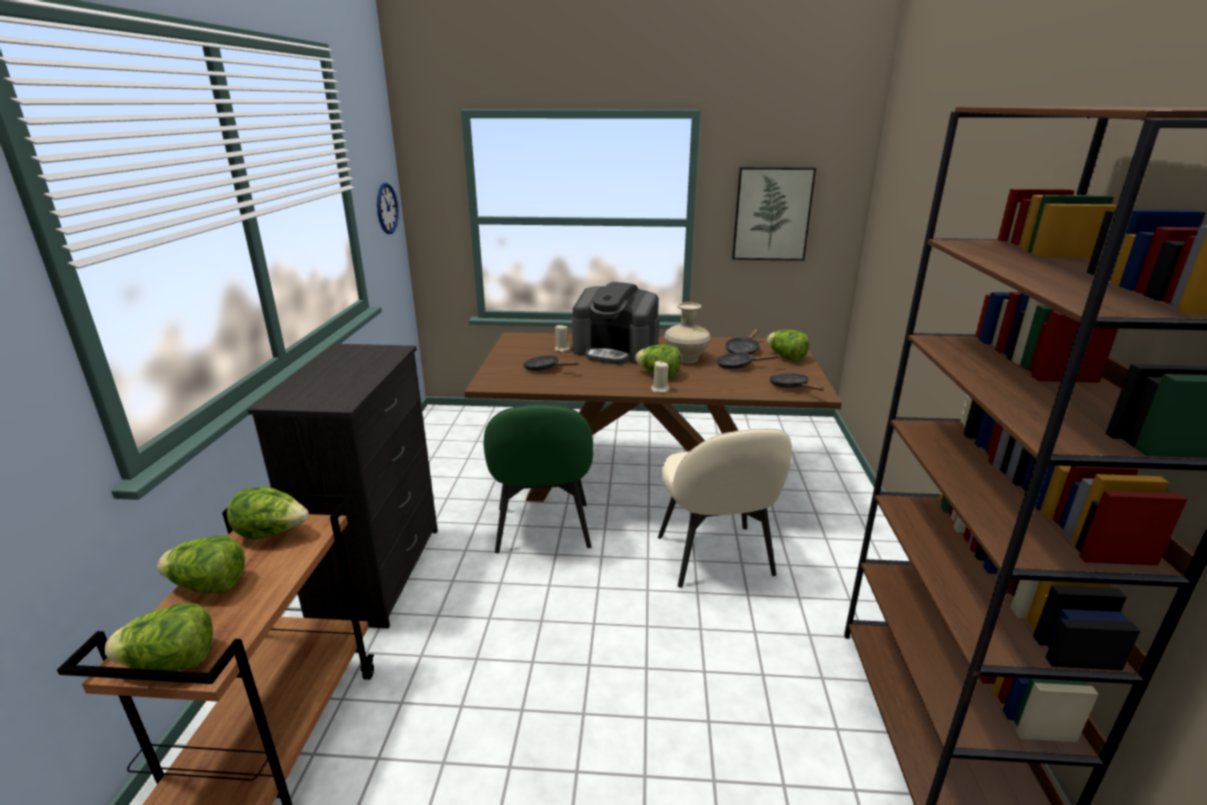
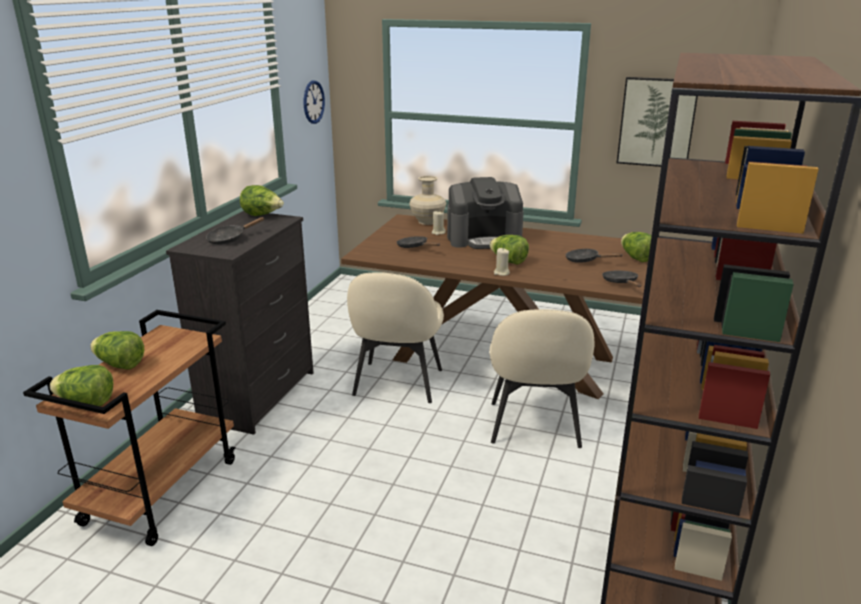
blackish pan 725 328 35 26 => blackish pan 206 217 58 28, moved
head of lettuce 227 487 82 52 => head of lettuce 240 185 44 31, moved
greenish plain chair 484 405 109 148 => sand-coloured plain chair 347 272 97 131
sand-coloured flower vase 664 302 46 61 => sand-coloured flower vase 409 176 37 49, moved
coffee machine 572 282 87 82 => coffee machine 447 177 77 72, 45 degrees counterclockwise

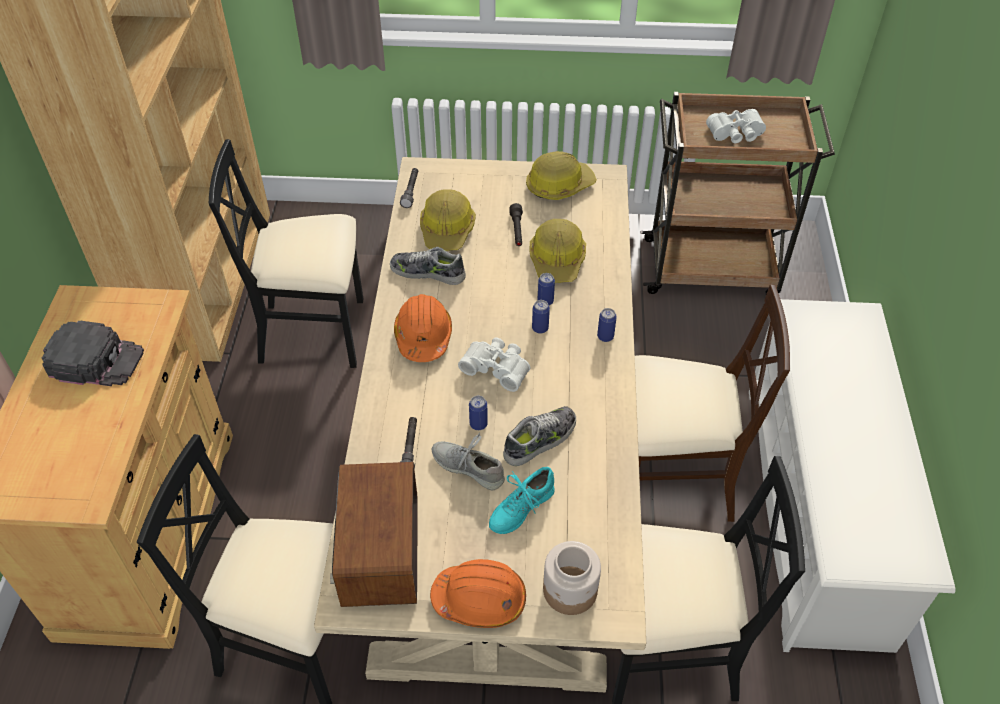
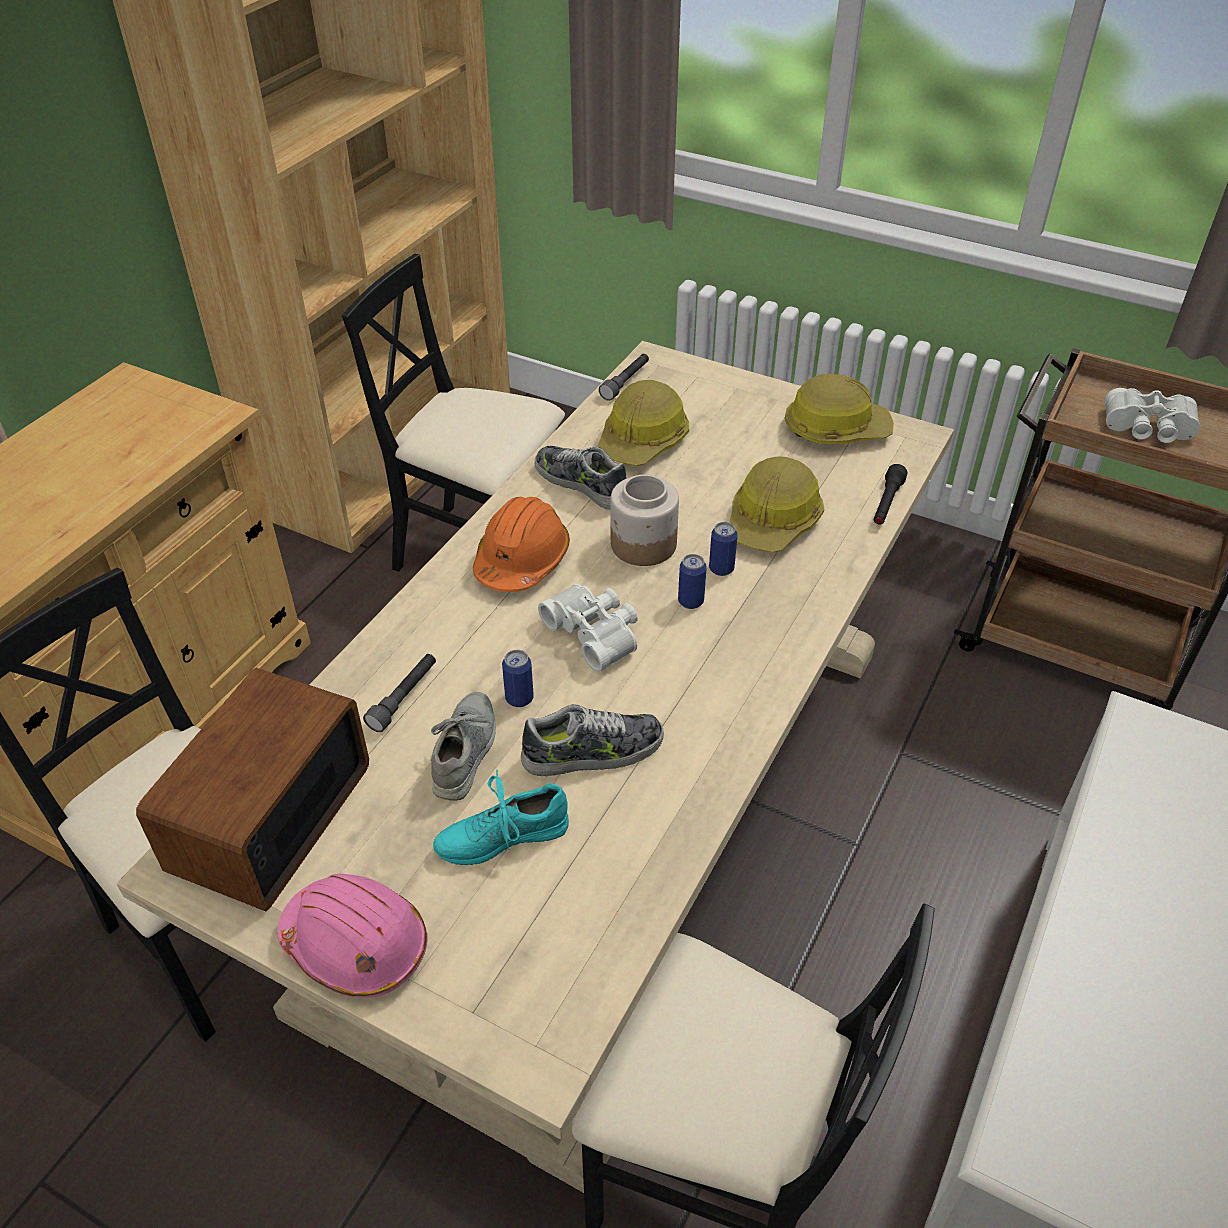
orange safety helmet 430 559 96 69 => pink safety helmet 277 874 150 124
grey shoe 432 433 73 58 => grey shoe 431 692 65 109, 45 degrees clockwise
storage jar 543 541 58 74 => storage jar 611 474 68 92, moved
blackish torch 509 203 14 43 => blackish torch 874 464 33 61, moved
blackish peaked cap 42 321 102 66 => nothing
can 597 308 20 34 => nothing
sand-coloured plain chair 635 285 155 237 => nothing

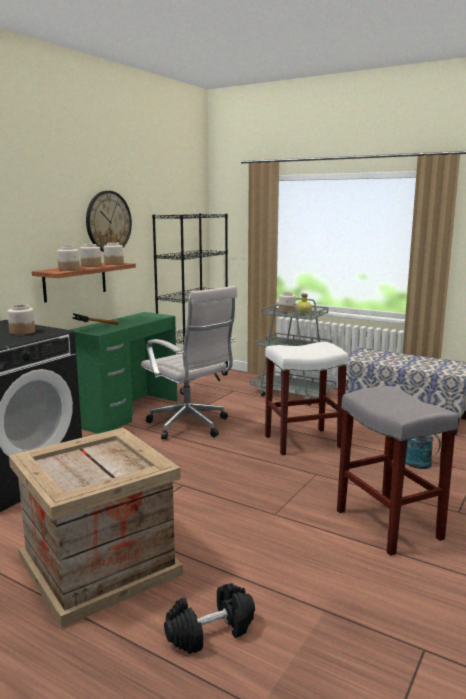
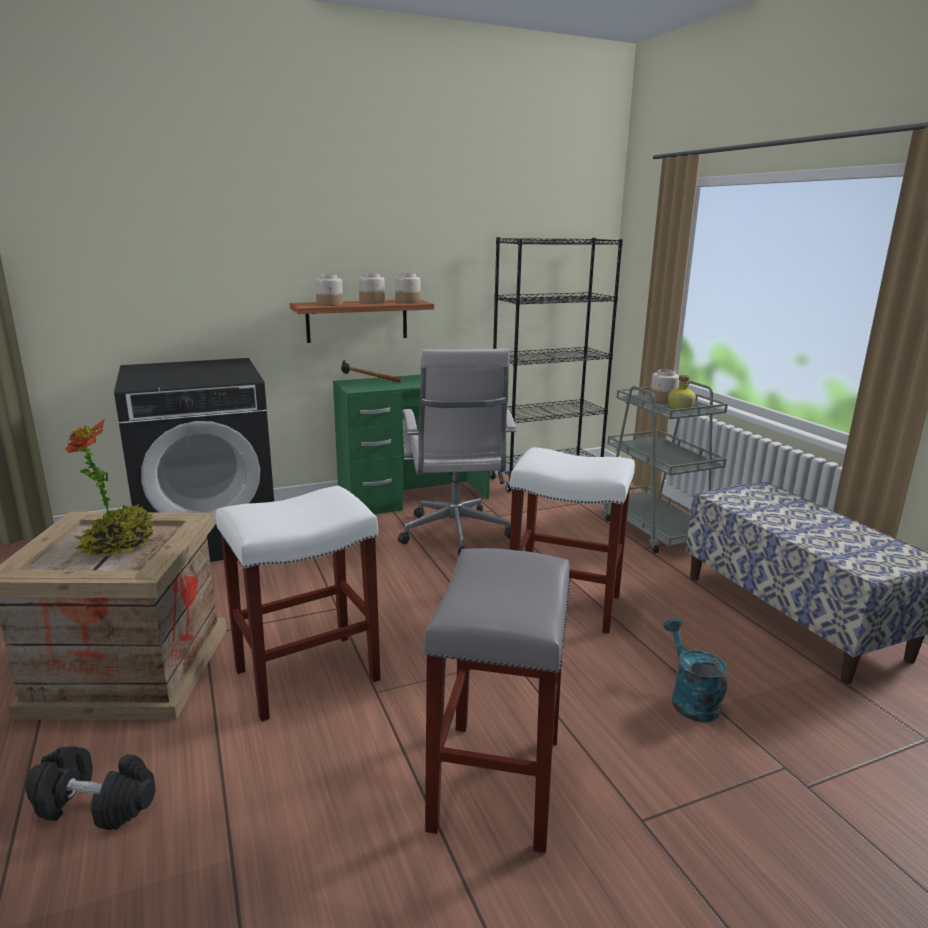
nothing => potted plant 65 419 89 138
nothing => whitish stool seat 216 486 165 236
storage jar 7 305 28 30 => nothing
wall clock 86 191 46 61 => nothing

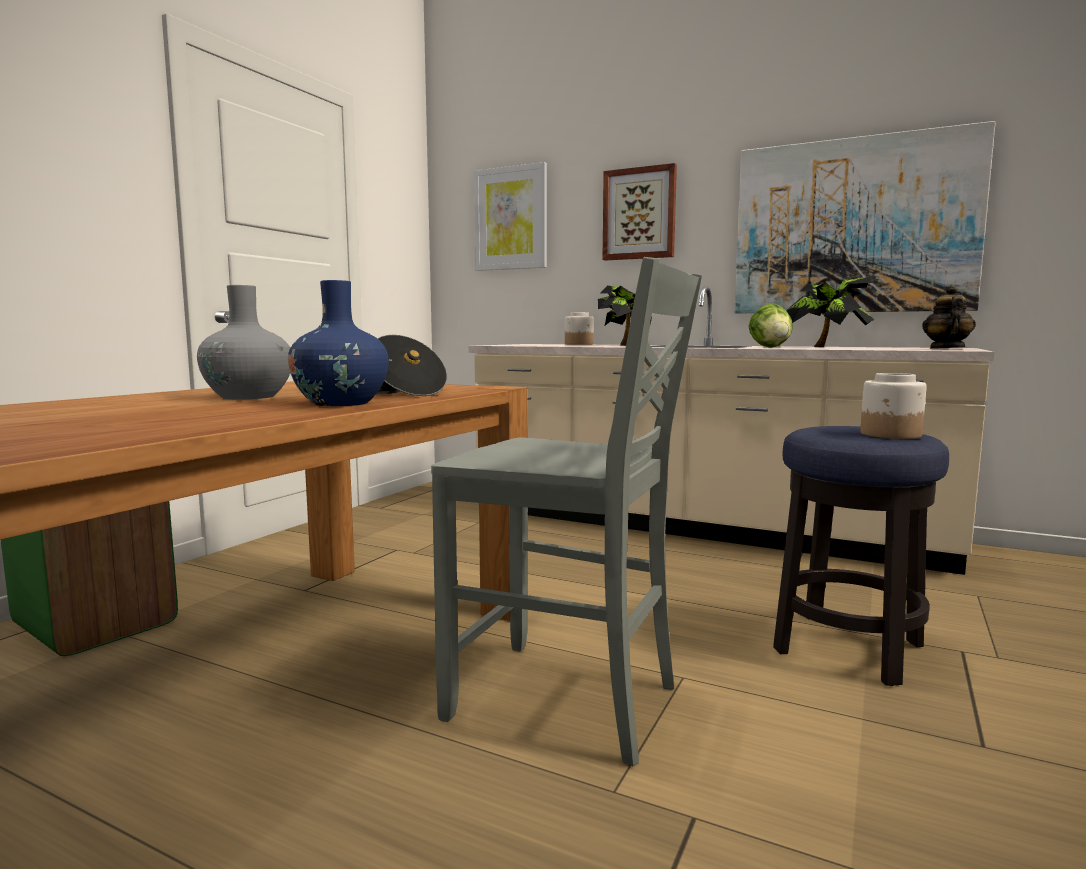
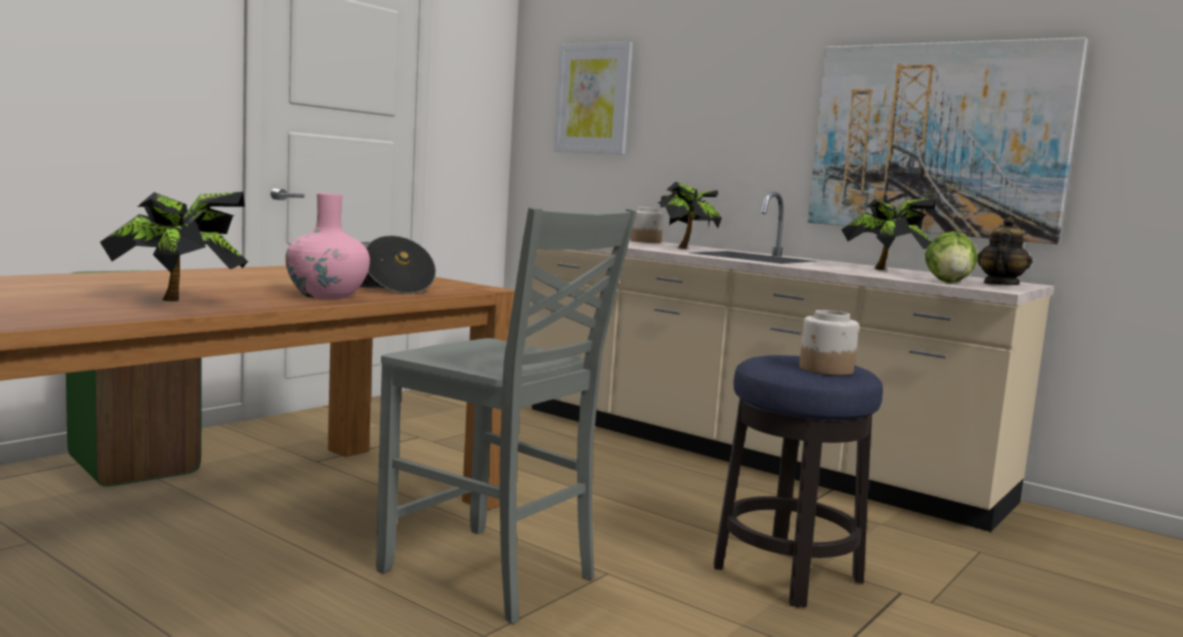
nothing => potted plant 100 192 148 109
blue flower vase 288 280 101 126 => pink flower vase 285 193 85 106
head of lettuce 749 303 44 45 => head of lettuce 925 231 53 52, moved
grey flower vase 197 285 93 114 => nothing
picture 602 163 75 97 => nothing

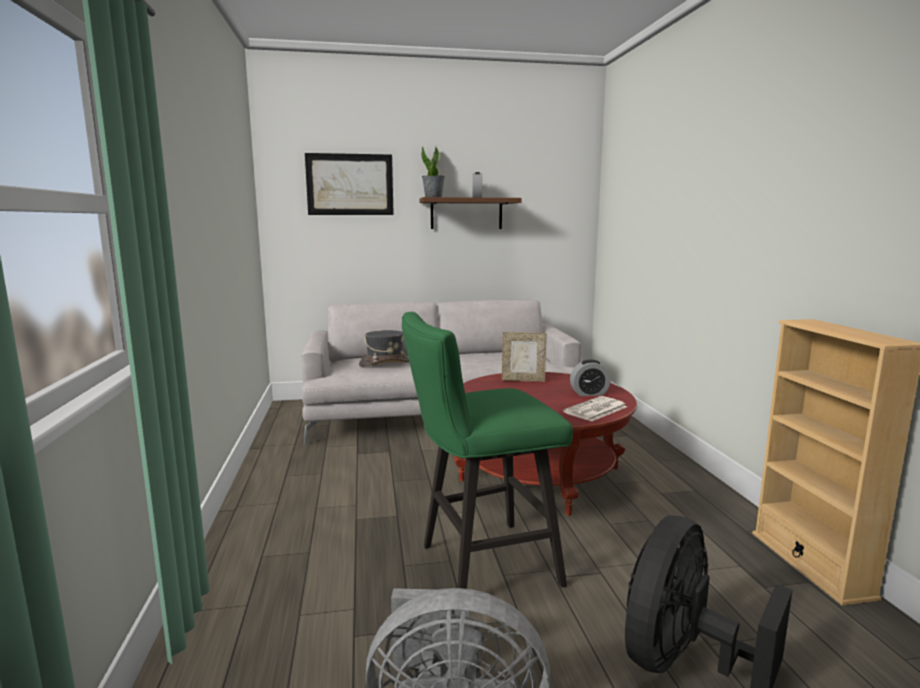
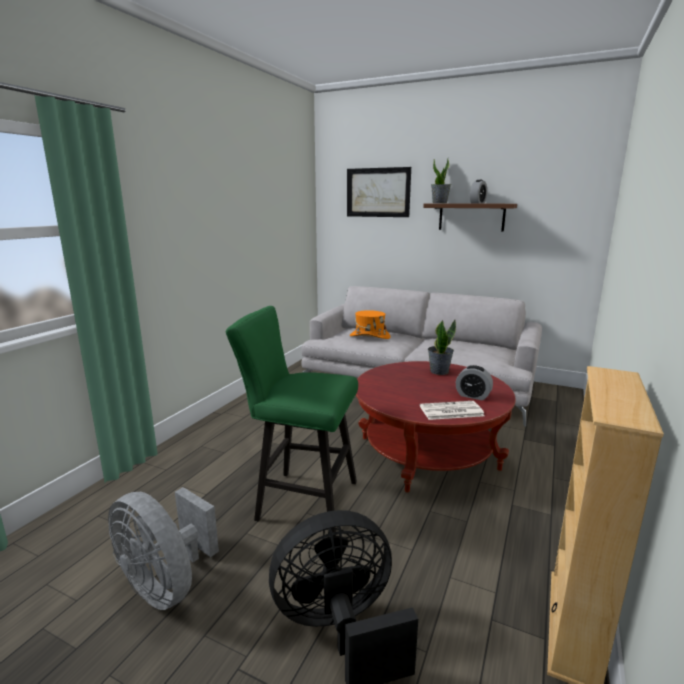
grey hat 359 330 50 37 => orange hat 350 310 40 29
standing frame 502 332 45 50 => potted plant 428 319 28 56

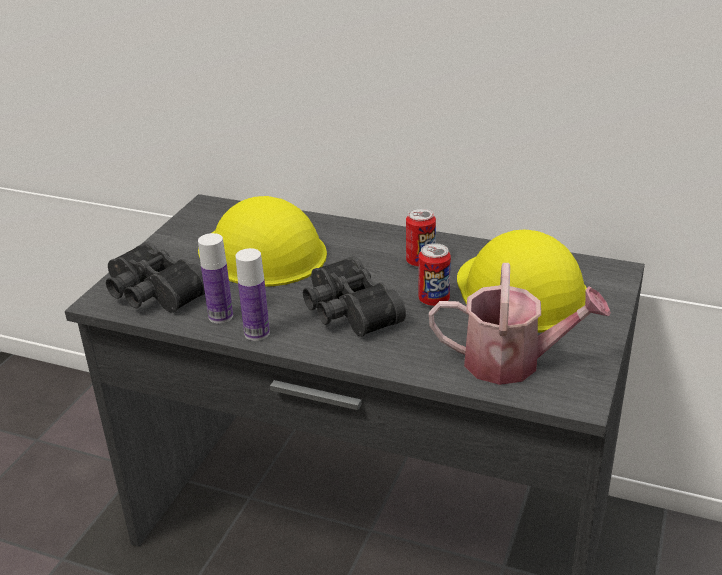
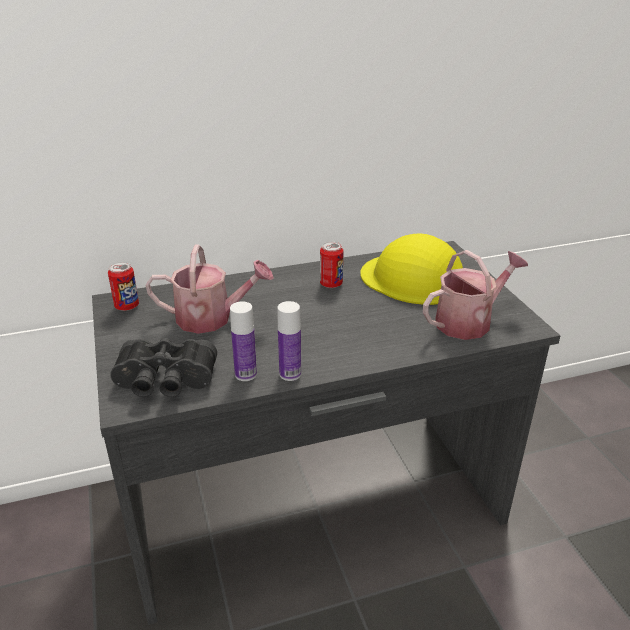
can 419 243 32 63 => can 108 262 31 49, moved
yellow-coloured safety helmet 198 196 129 91 => watering can 146 244 128 90
blackish field glasses 303 256 103 81 => nothing

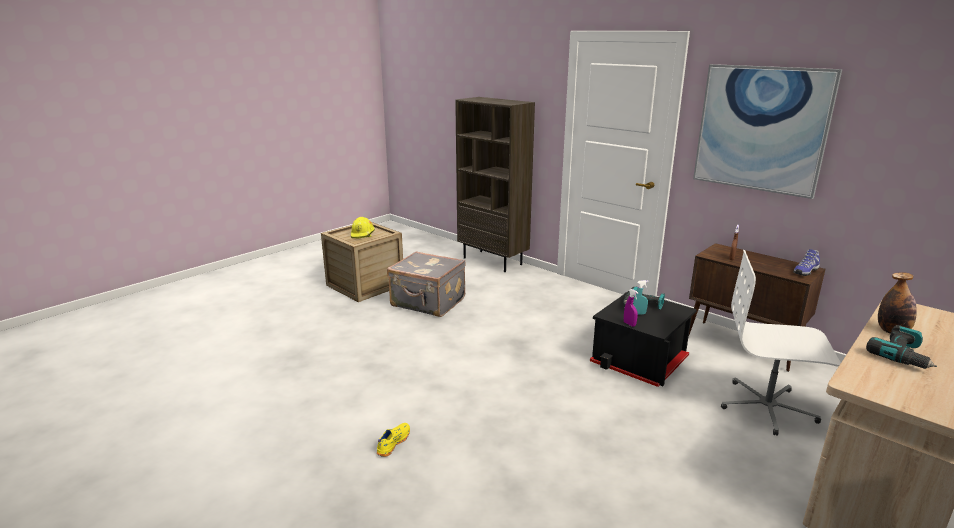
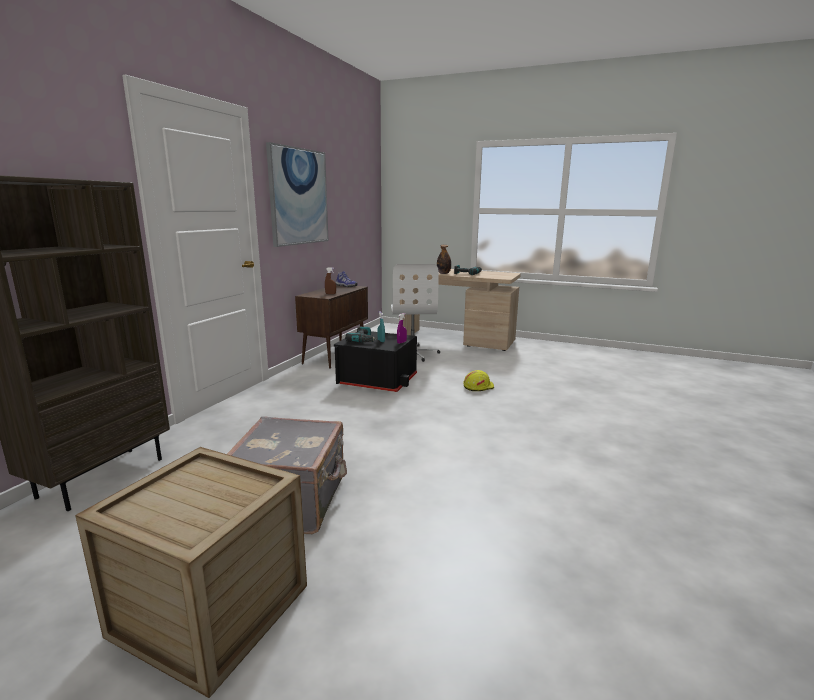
yellow-coloured safety helmet 351 217 24 21 => yellow-coloured safety helmet 463 370 31 21, moved
yellow-coloured shoe 377 423 33 34 => nothing

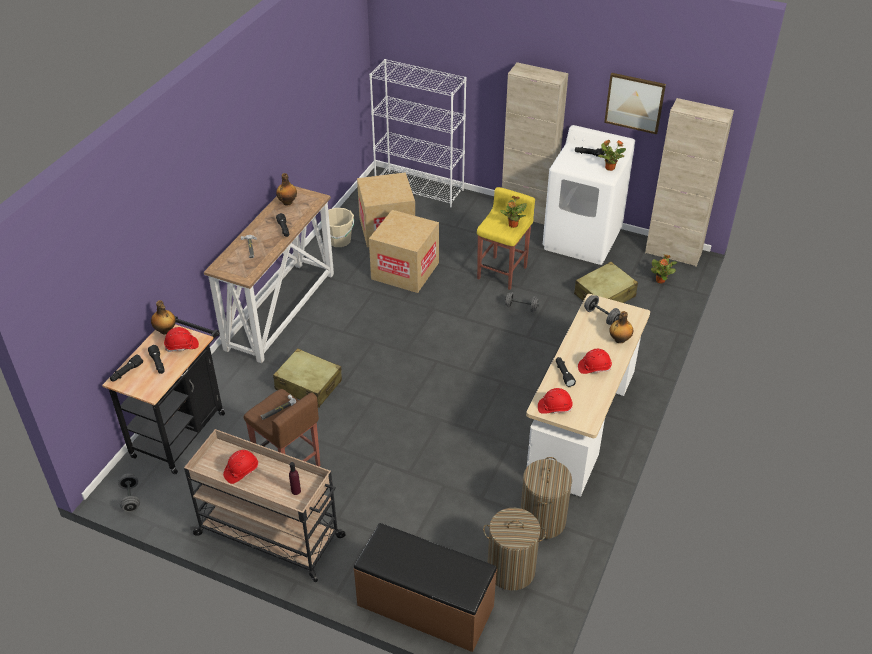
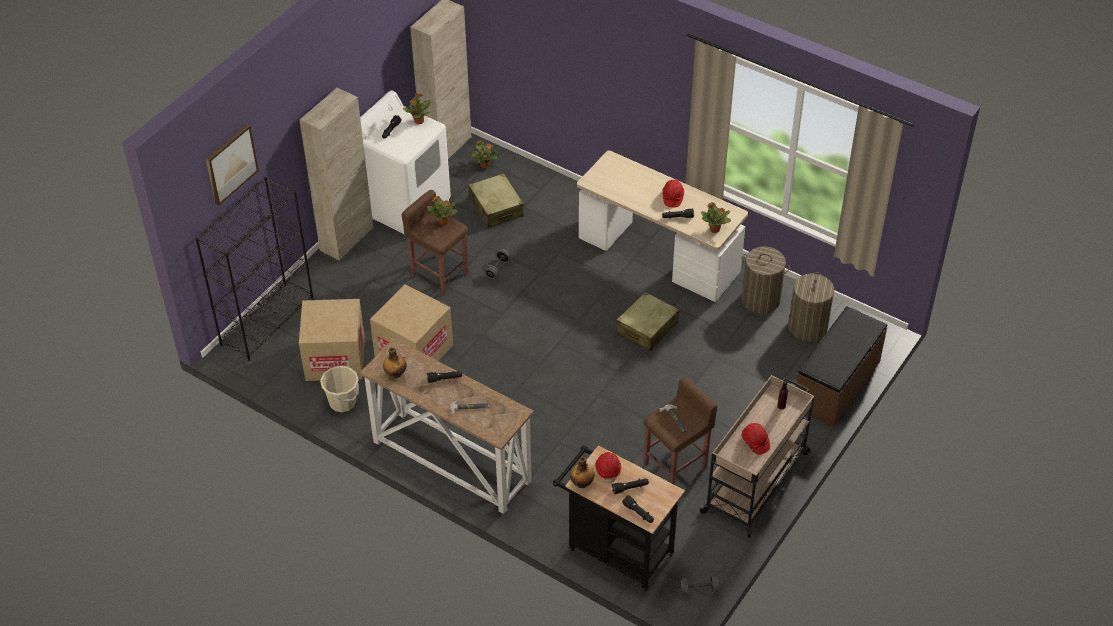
whitish bookshelf 369 59 98 149 => blackish bookshelf 195 177 119 184
picture 604 73 62 61 => picture 206 124 53 82, moved
yellow-coloured stool seat 477 187 58 103 => brownish stool seat 402 190 66 105
sand-coloured piece of luggage 273 348 69 60 => sand-coloured piece of luggage 616 292 63 60, moved
reddish safety helmet 538 388 35 26 => potted plant 701 202 30 31
grey hand weight 584 295 36 30 => nothing
bottle 609 311 24 32 => nothing

